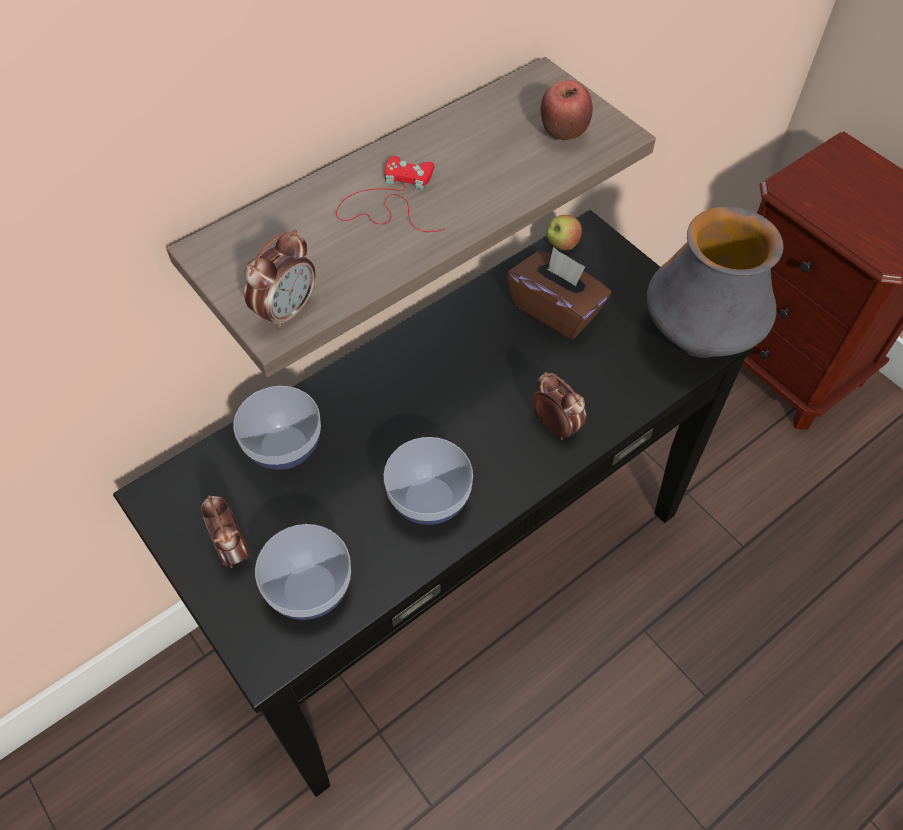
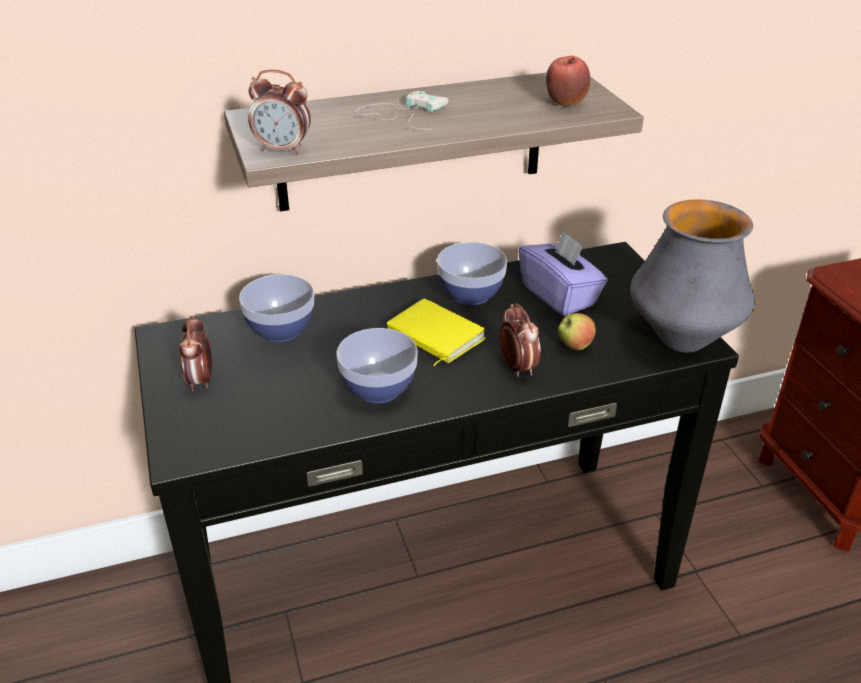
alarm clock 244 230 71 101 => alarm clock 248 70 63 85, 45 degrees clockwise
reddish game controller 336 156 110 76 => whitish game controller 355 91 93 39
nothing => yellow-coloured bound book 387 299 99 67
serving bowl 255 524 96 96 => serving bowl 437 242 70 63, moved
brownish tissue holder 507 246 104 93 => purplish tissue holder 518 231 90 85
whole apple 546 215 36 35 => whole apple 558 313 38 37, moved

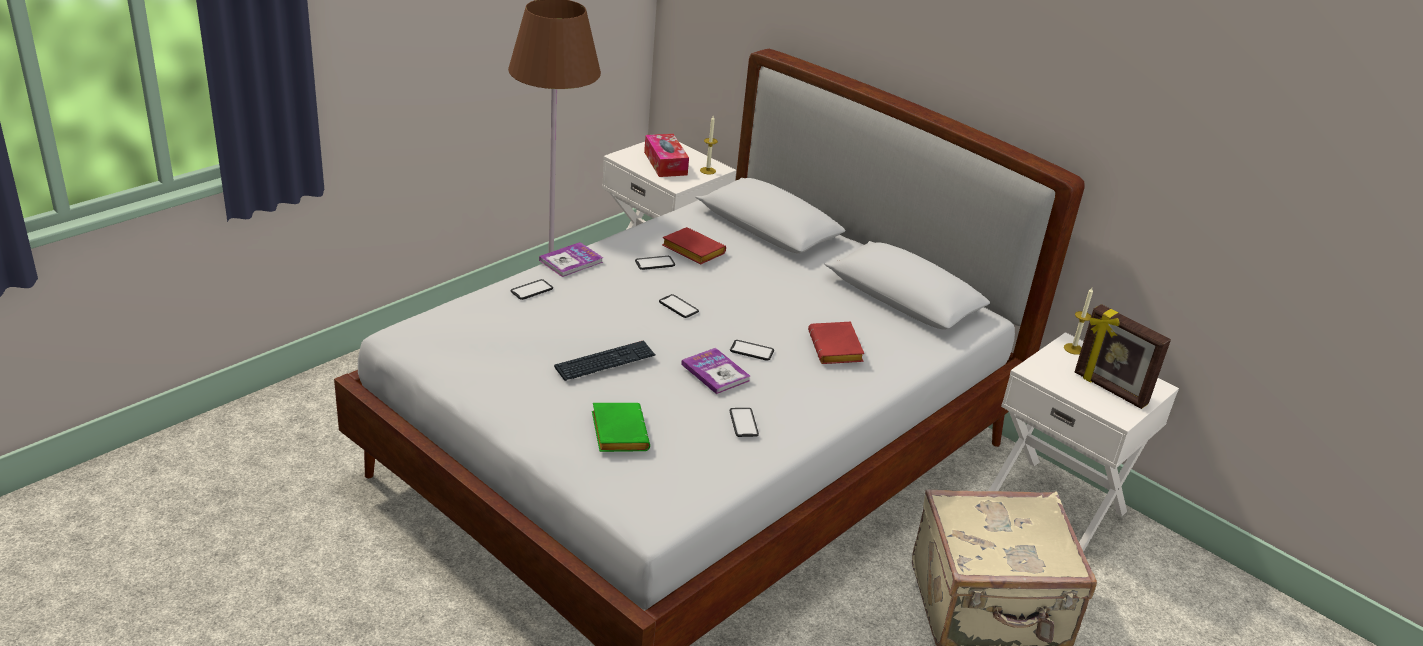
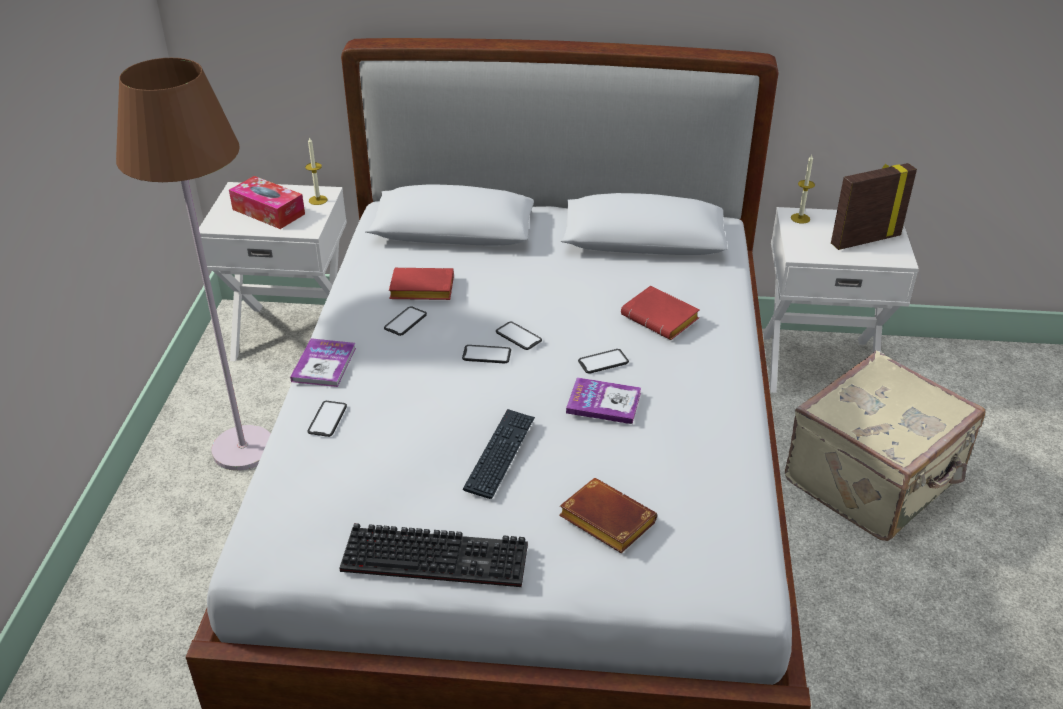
nothing => keyboard 339 523 189 64
telephone 730 408 29 29 => telephone 496 322 46 28, moved
greenish bound book 592 403 58 49 => brownish bound book 559 478 98 75
standing frame 1075 304 96 105 => standing frame 831 163 86 87, 150 degrees clockwise

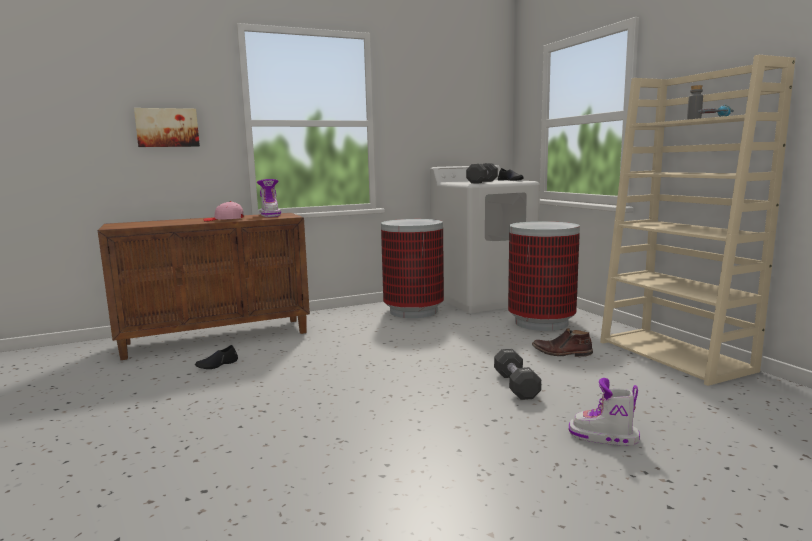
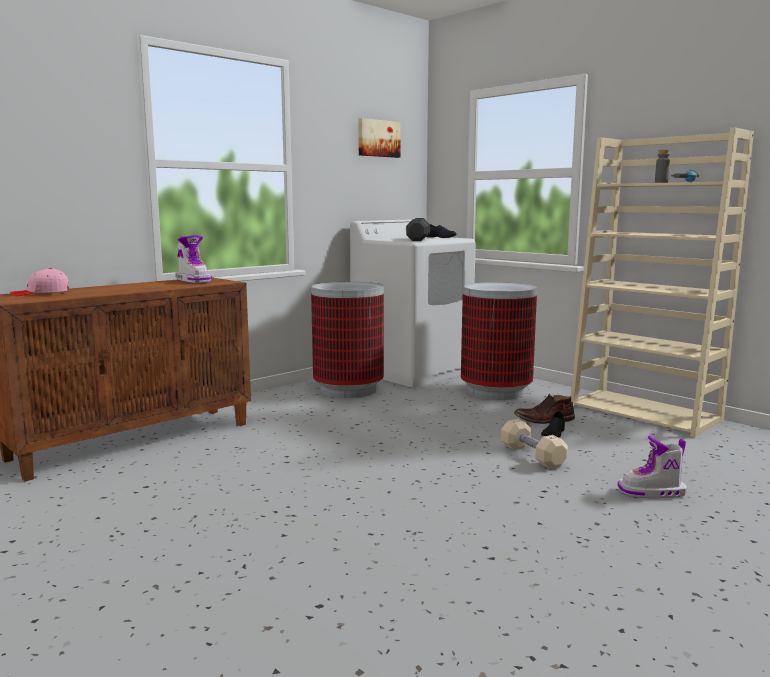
pink peaked cap 203 201 41 21 => pink peaked cap 10 268 59 28, moved
picture 134 108 66 39 => picture 358 118 43 40, moved
blackish hand weight 494 349 47 51 => sand-coloured hand weight 501 419 67 50
blackish shoe 195 345 43 24 => blackish shoe 541 411 24 27, moved

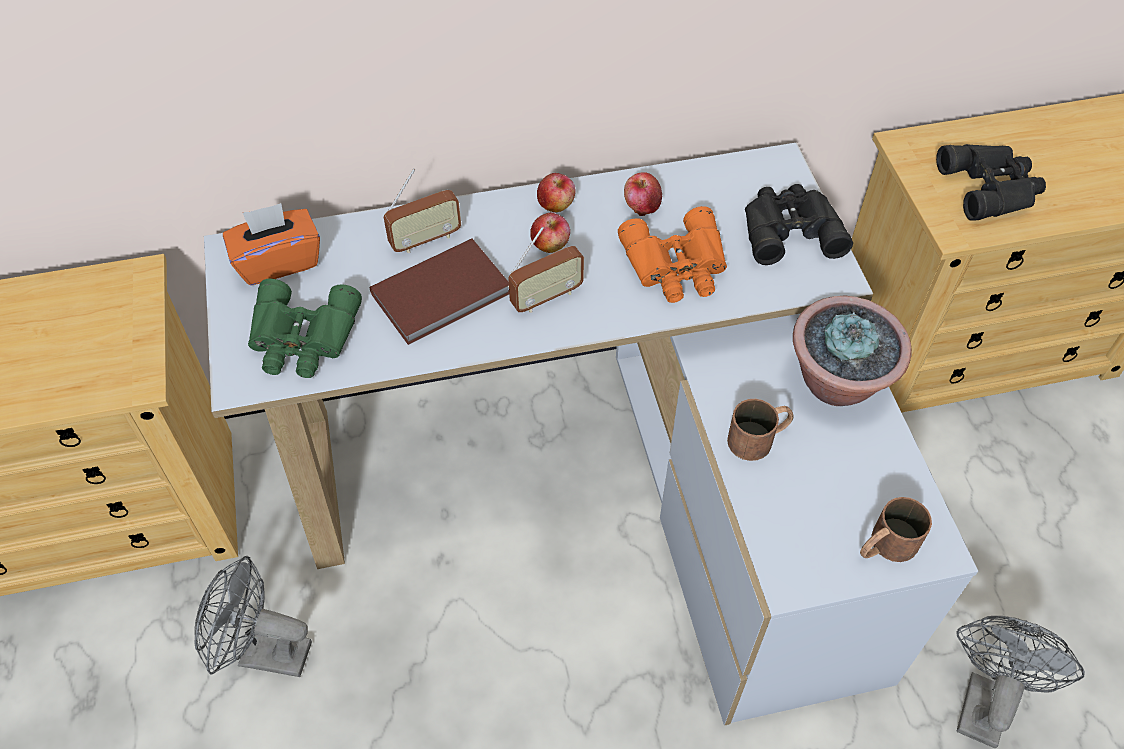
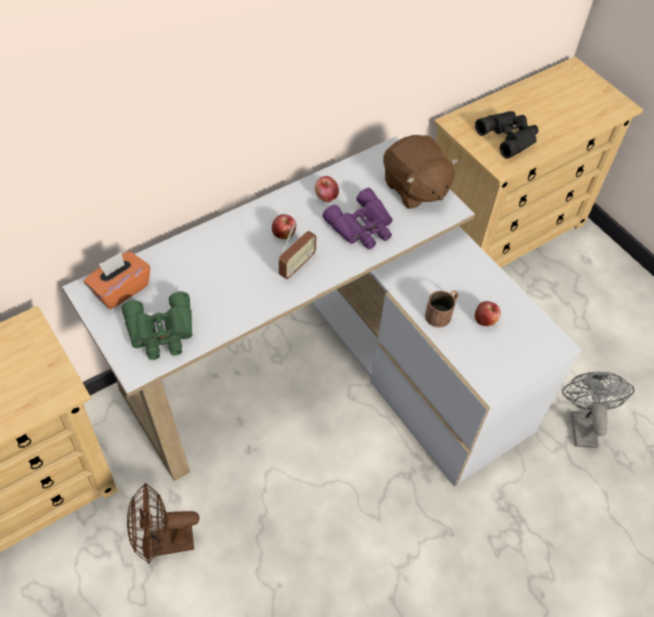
grey cooling fan 194 556 118 121 => brownish cooling fan 127 483 72 81
orange field glasses 618 206 109 97 => purplish field glasses 323 188 70 61
blackish field glasses 745 184 108 81 => brownish soft toy 383 135 76 74
whole apple 537 173 39 39 => whole apple 475 301 26 25, moved
brownish bound book 370 238 139 107 => nothing
radio set 384 168 77 85 => nothing
potted plant 793 295 119 111 => nothing
brownish coffee mug 860 497 72 65 => nothing

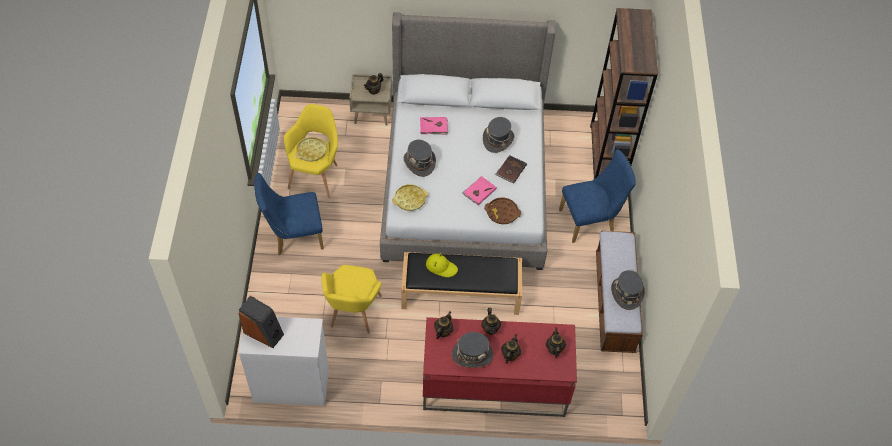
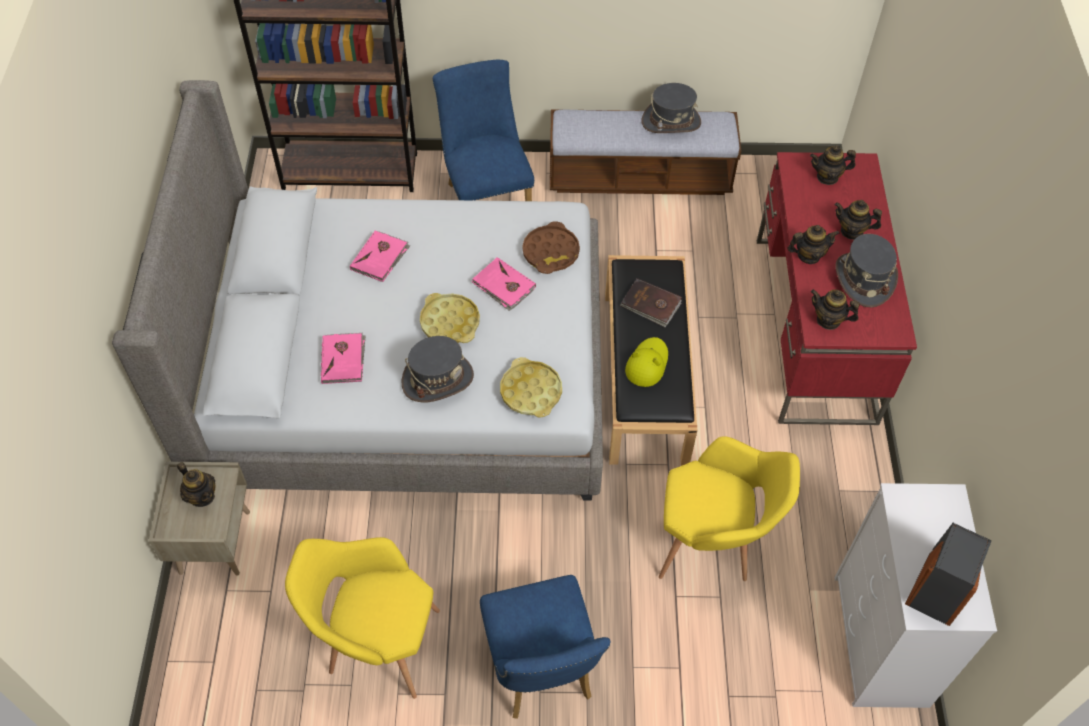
grey hat 483 117 31 36 => pink bound book 350 231 60 51
yellow-coloured tray 295 137 32 25 => yellow-coloured tray 420 293 60 50, moved
brownish bound book 495 155 32 29 => brownish bound book 620 278 62 49, moved

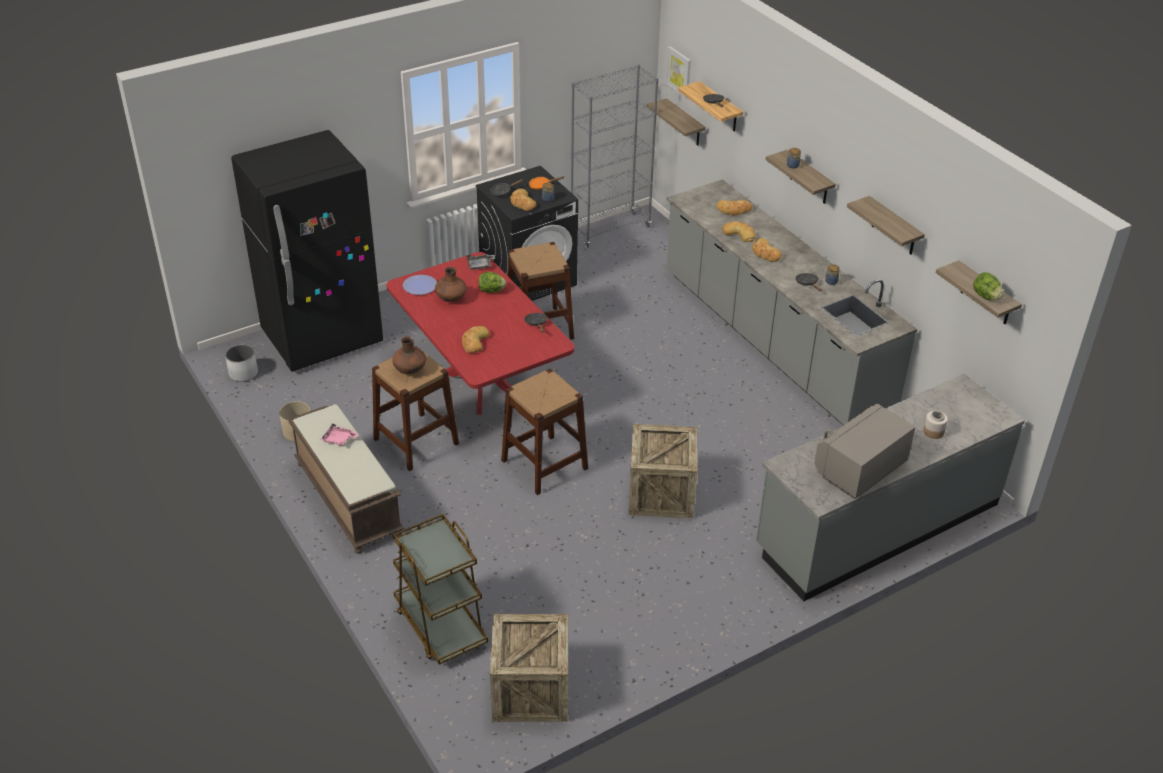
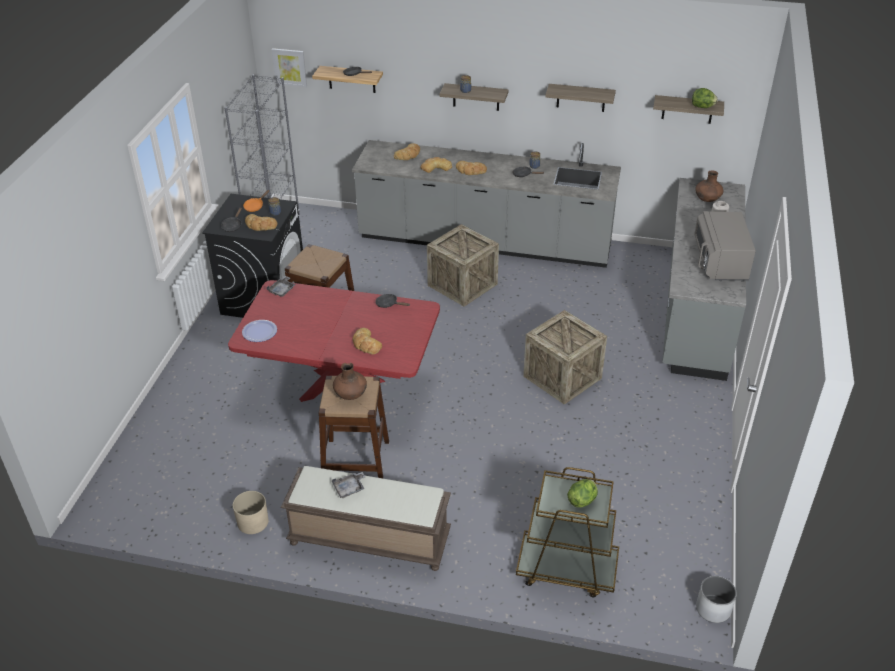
pink tray 321 424 38 22 => grey tray 332 472 33 26
packing crate 490 614 78 108 => packing crate 427 224 72 82, moved
head of lettuce 479 272 27 21 => head of lettuce 567 479 31 29, moved
brownish flower vase 435 267 32 35 => brownish flower vase 695 171 28 31, moved
whitish flower pot 225 345 33 37 => whitish flower pot 696 576 41 47, moved
blackish refrigerator 231 130 152 242 => nothing
brownish stool seat 501 369 87 126 => nothing
bracket shelf 647 98 59 48 => nothing

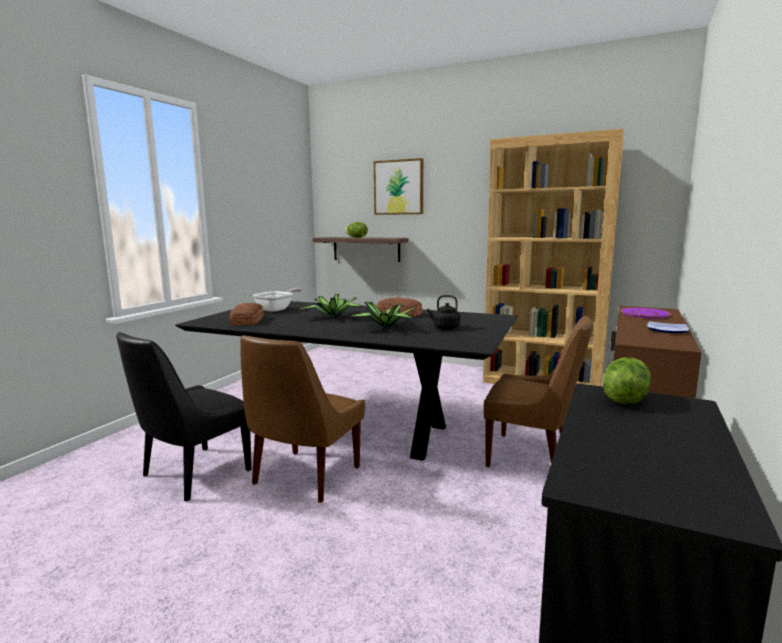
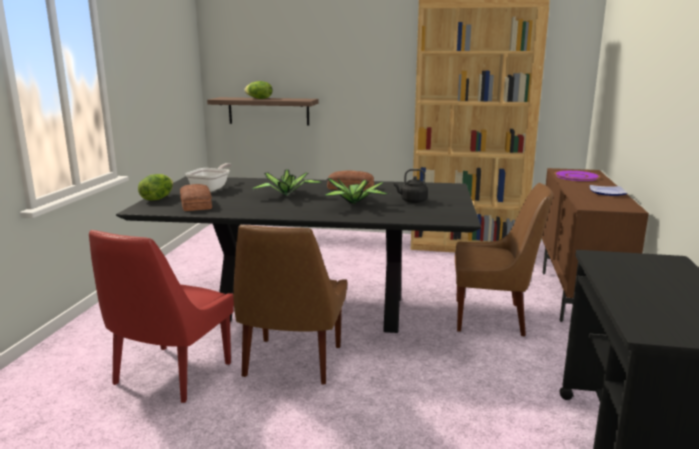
blackish plain chair 116 332 135 170 => reddish plain chair 89 230 145 173
head of lettuce 603 357 48 47 => head of lettuce 138 174 35 26, moved
picture 374 158 49 57 => nothing

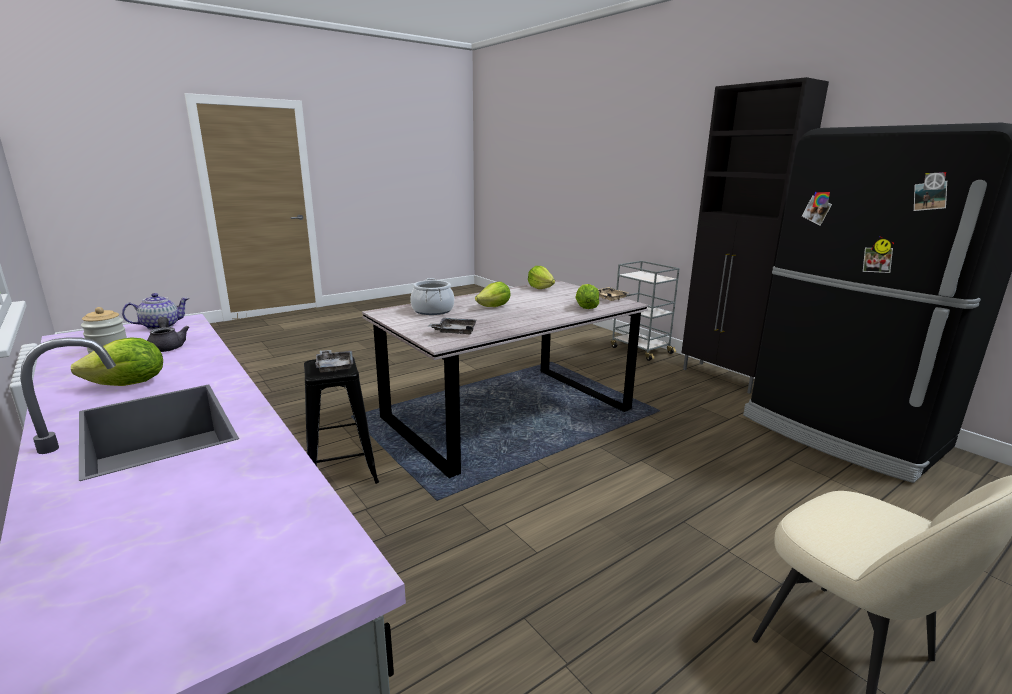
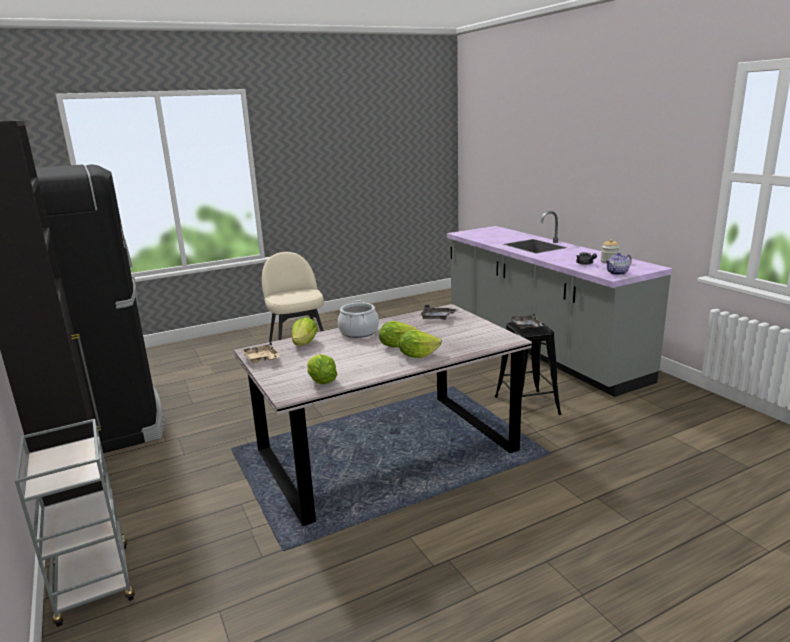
saucepot 410 278 44 37 => saucepot 338 300 41 38, moved
head of lettuce 71 337 92 49 => head of lettuce 399 330 43 28, moved

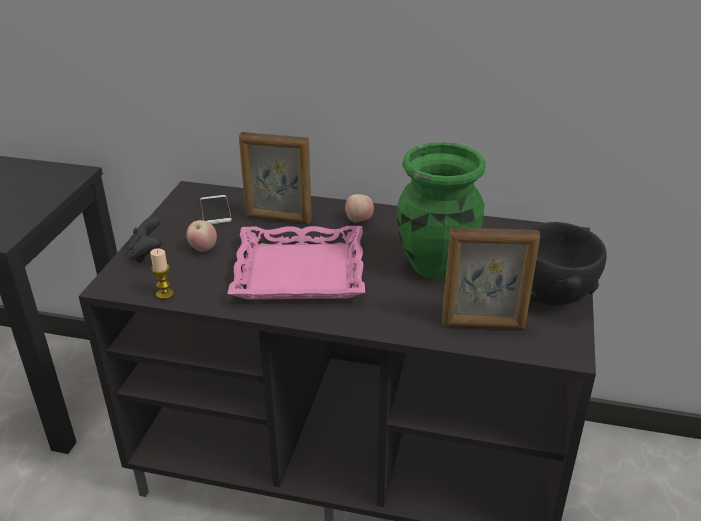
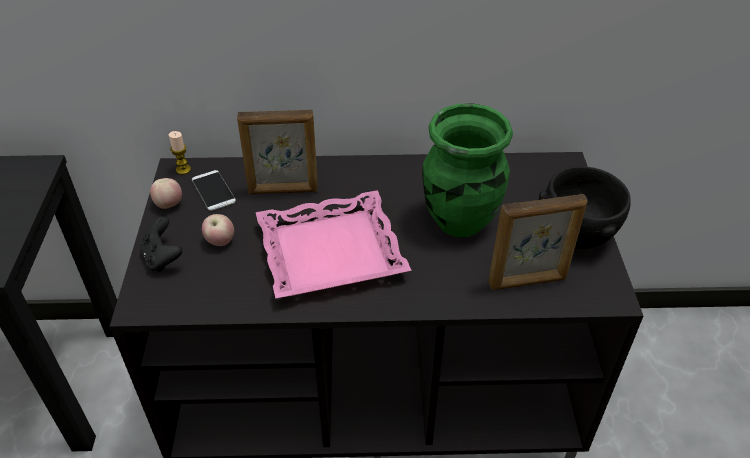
whole apple 345 194 29 28 => whole apple 150 178 32 31, moved
candle 150 248 24 51 => candle 169 131 22 44, moved

